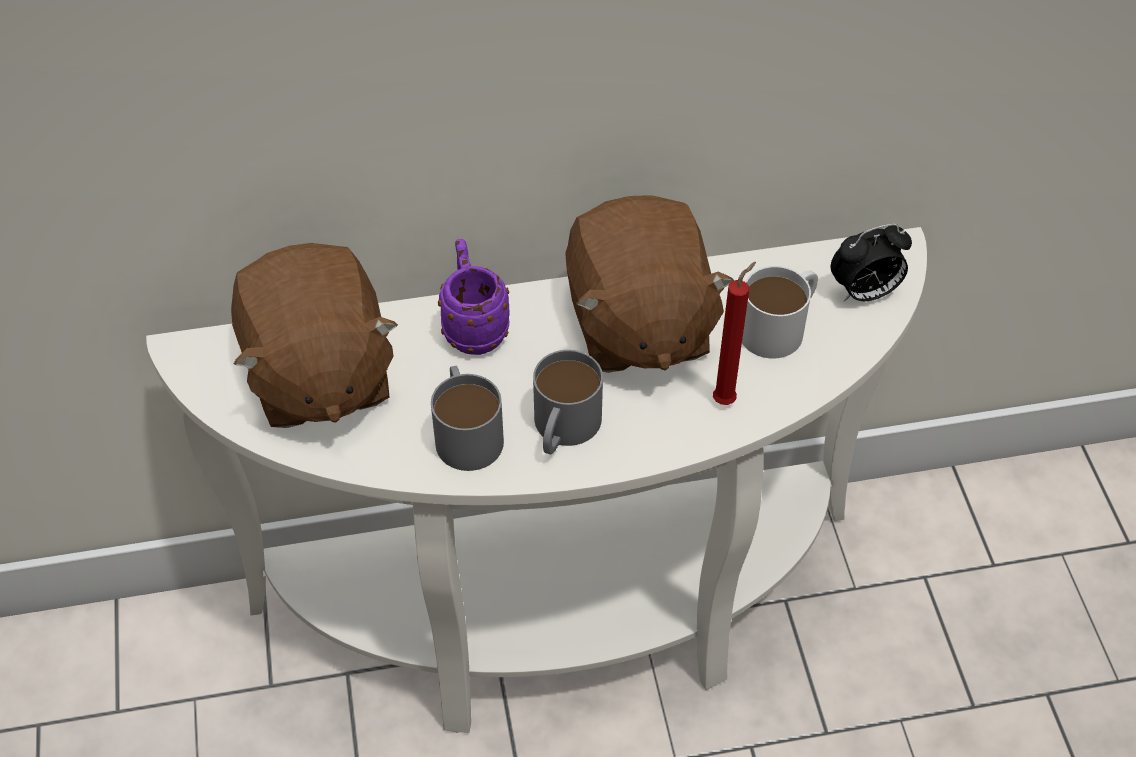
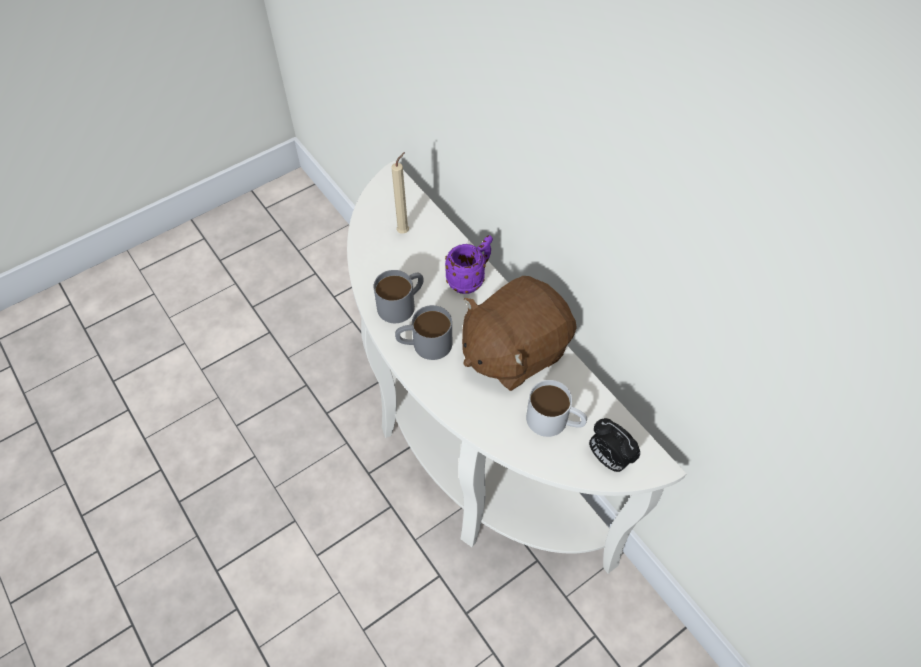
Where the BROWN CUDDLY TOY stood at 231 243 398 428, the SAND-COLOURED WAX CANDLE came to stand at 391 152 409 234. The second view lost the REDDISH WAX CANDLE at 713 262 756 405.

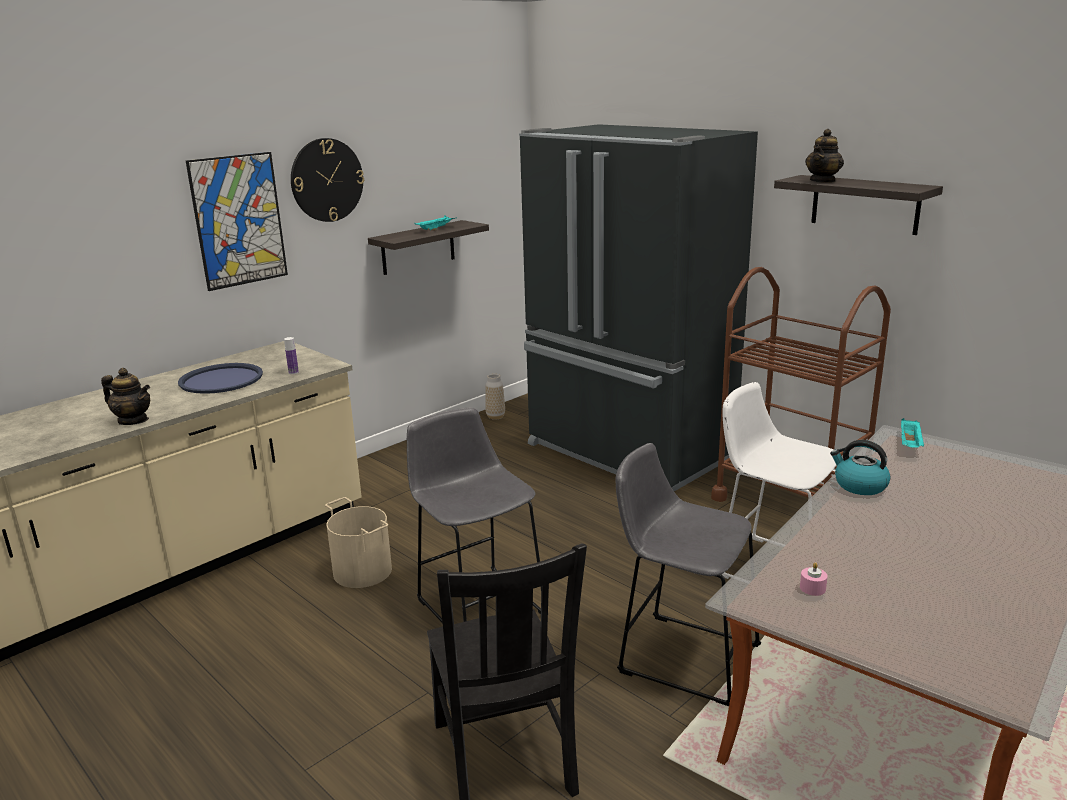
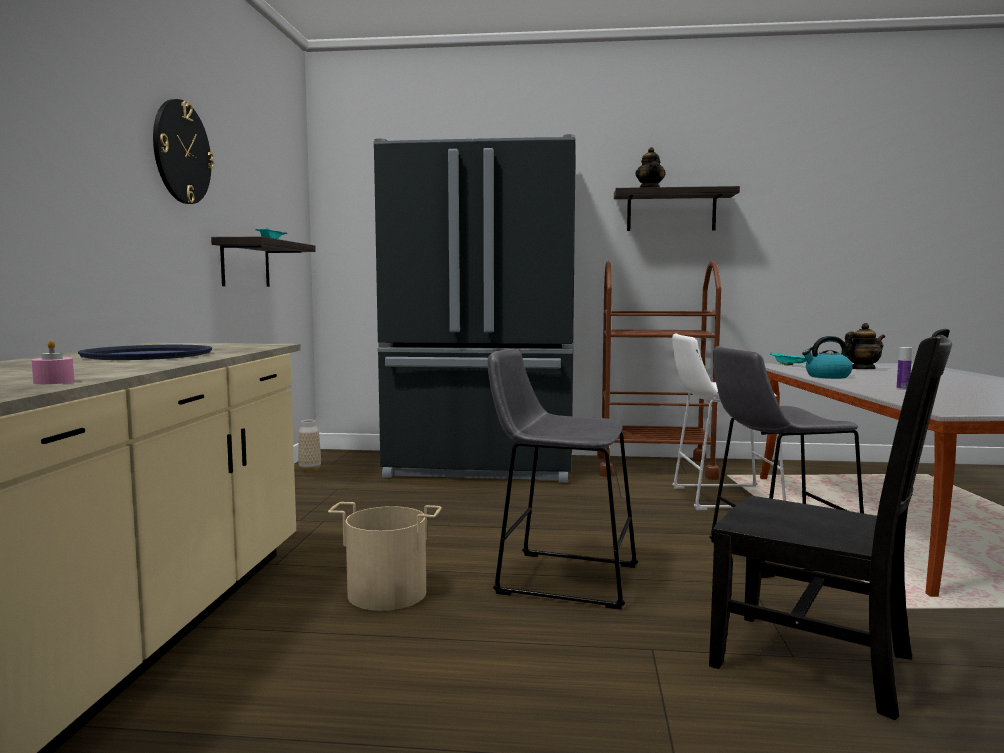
The PINK WAX CANDLE ended up elsewhere, having gone from 800 562 828 596 to 32 340 74 384. The TEA POT ended up elsewhere, having gone from 101 368 150 425 to 845 323 885 369. The BEVERAGE BOTTLE ended up elsewhere, having gone from 284 337 299 374 to 896 347 912 390. The second view lost the WALL PICTURE at 186 152 288 291.

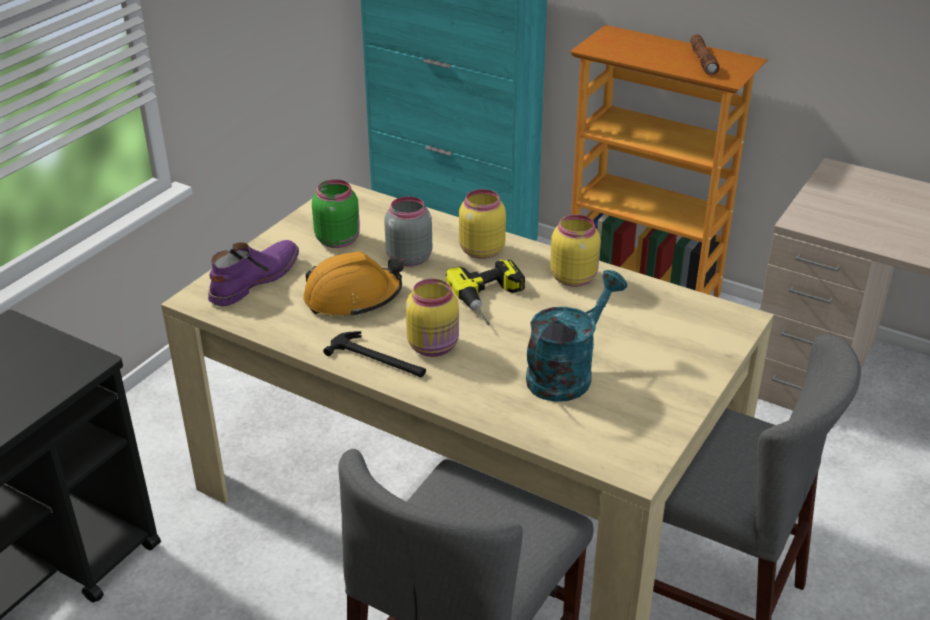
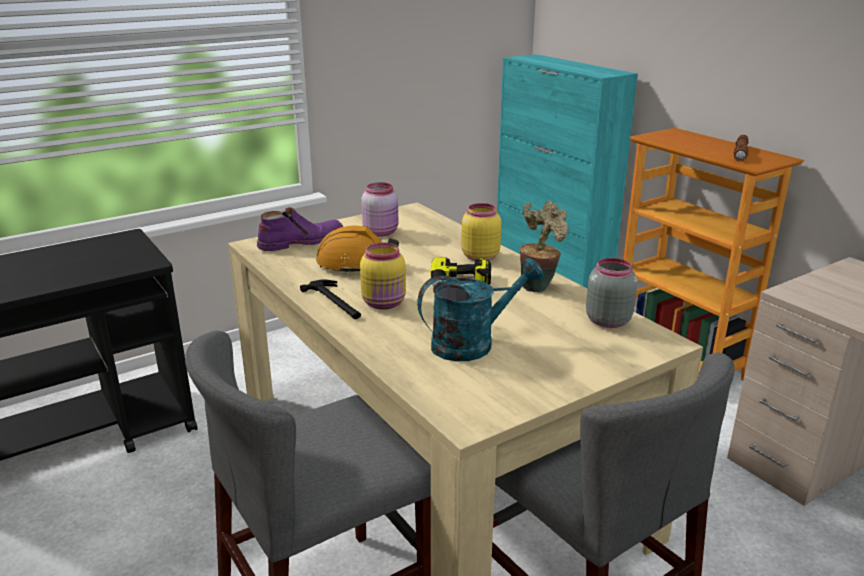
What was the GREENISH JAR at 312 179 360 248 turned into the PINK JAR at 361 182 398 237. Where the YELLOW-COLOURED JAR stood at 550 215 600 287, the HOUSEPLANT came to stand at 520 200 568 292. The GREY JAR ended up elsewhere, having gone from 384 196 432 267 to 586 258 637 328.

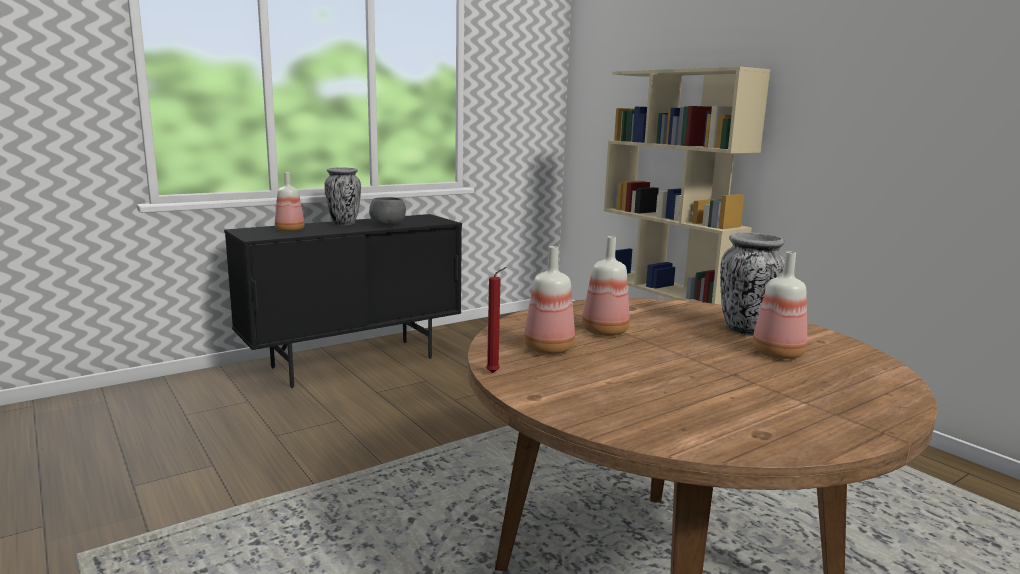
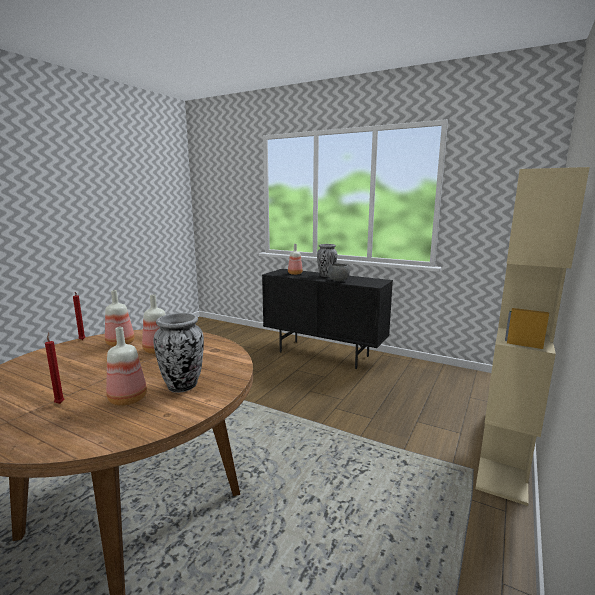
The second view gained the REDDISH WAX CANDLE at 45 333 65 404.

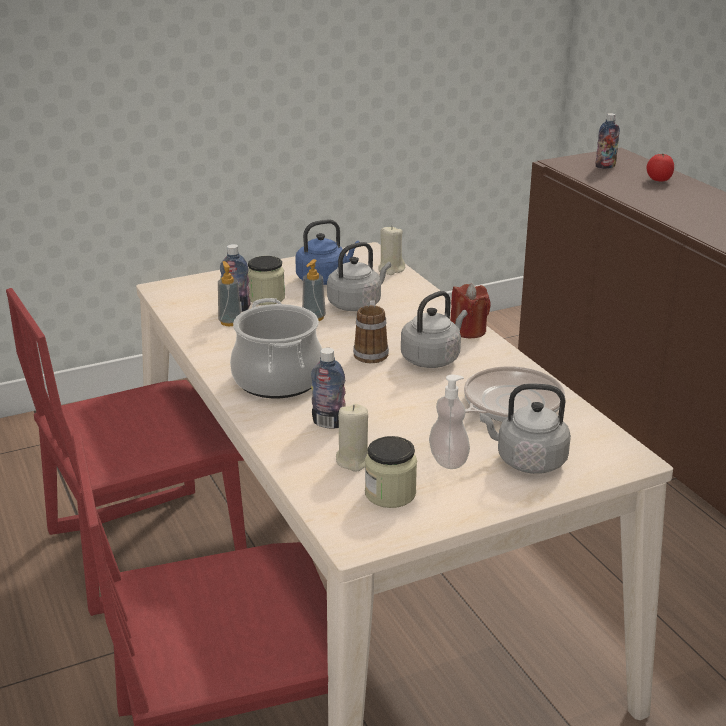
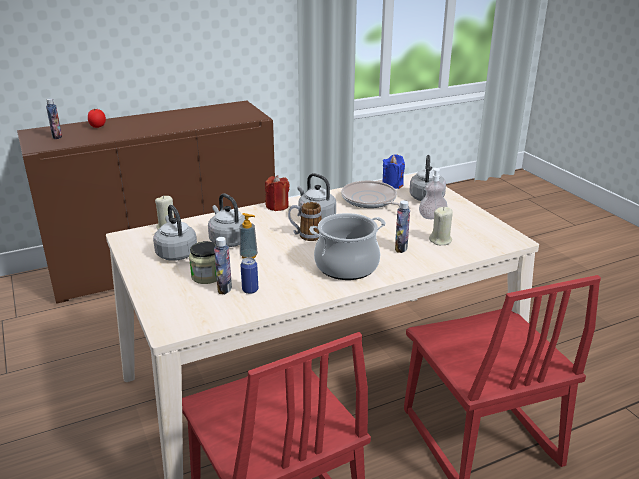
What was the BLUISH WATER KETTLE at 295 219 359 285 turned into the GREY WATER KETTLE at 153 205 197 261. Where the SOAP DISPENSER stood at 218 261 241 326, the CAN came to stand at 240 257 258 294. The second view gained the BLUISH WAX CANDLE at 382 154 405 189. The second view lost the JAR at 365 436 417 508.

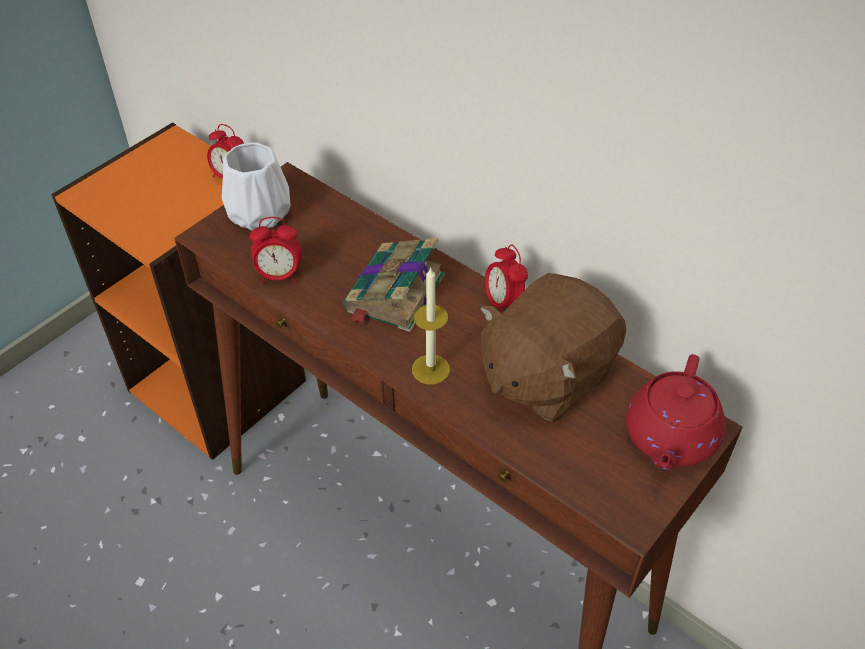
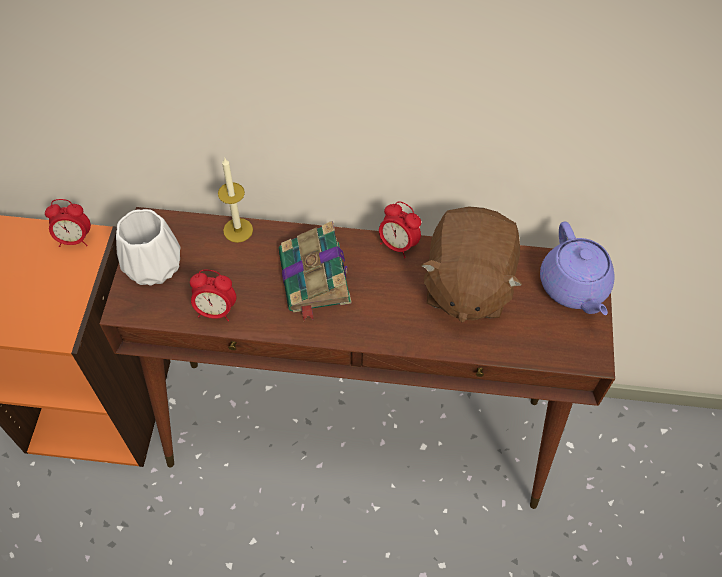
The TABLE CLOCK at 250 217 302 284 ended up facing another way, 45 degrees clockwise from before. The WAX CANDLE ended up elsewhere, having gone from 412 267 450 385 to 218 157 253 243. What was the REDDISH TEA POT at 626 354 725 470 turned into the PURPLISH TEA POT at 540 222 614 315.

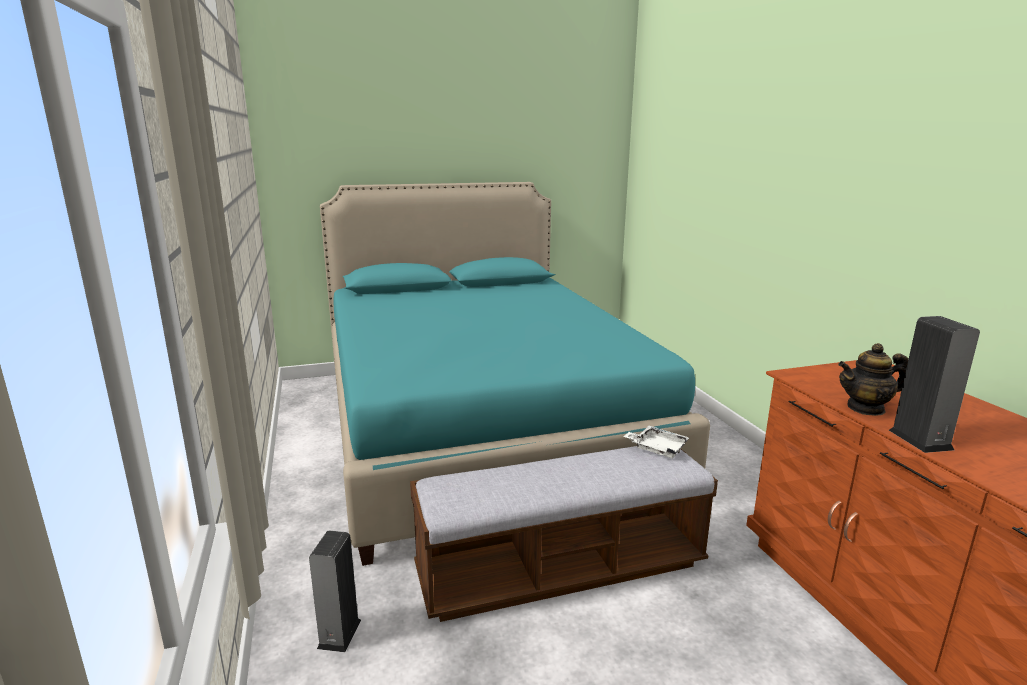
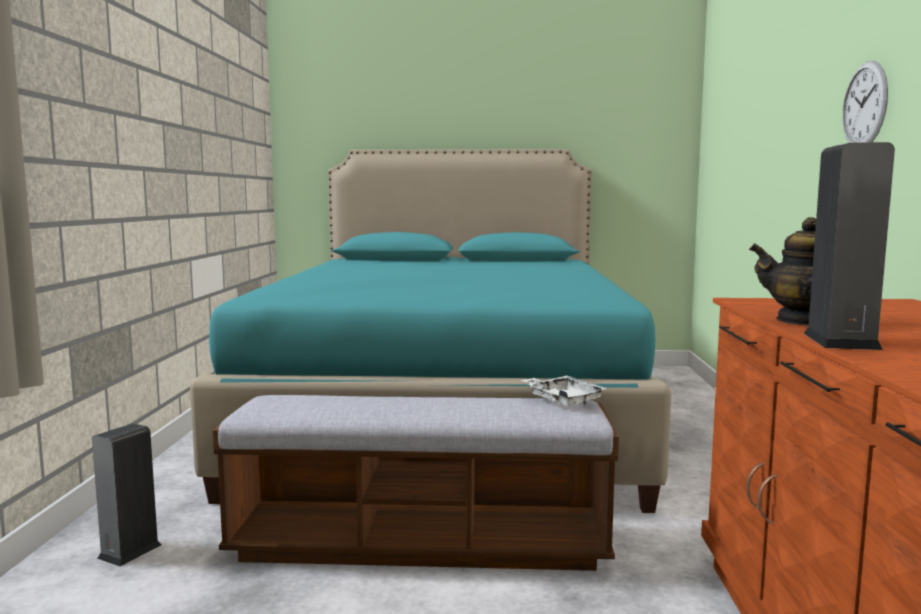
The second view gained the HANGING CLOCK at 842 61 888 143.

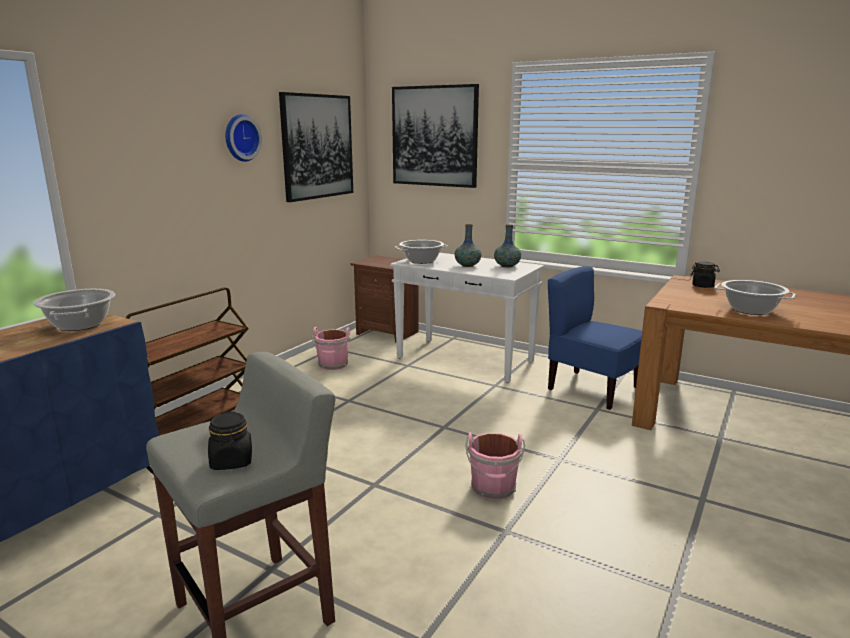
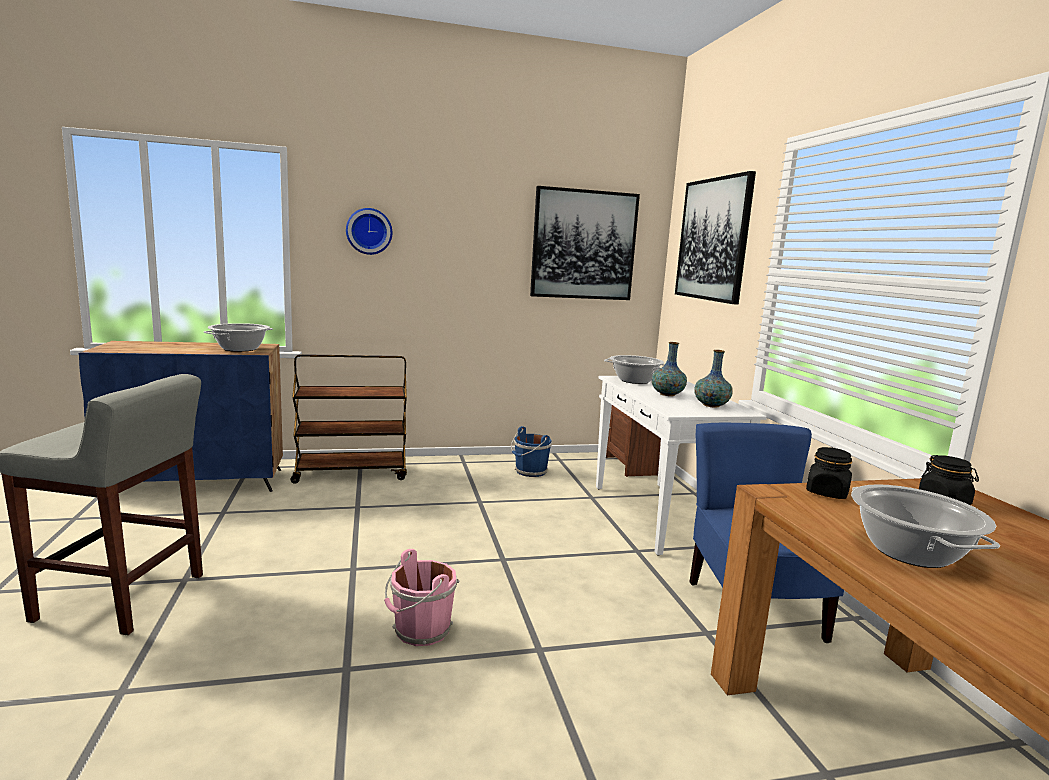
The HANGING CLOCK ended up elsewhere, having gone from 226 114 262 162 to 346 208 392 255. What was the PINK BUCKET at 312 327 351 370 turned into the BLUISH BUCKET at 511 426 552 477. The BLACK-COLOURED JAR ended up elsewhere, having gone from 208 411 252 470 to 806 447 852 499.

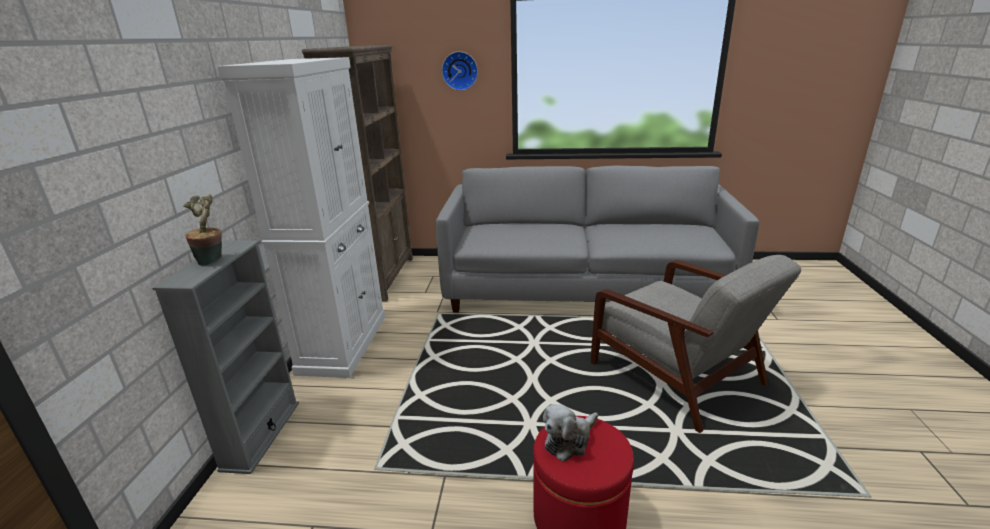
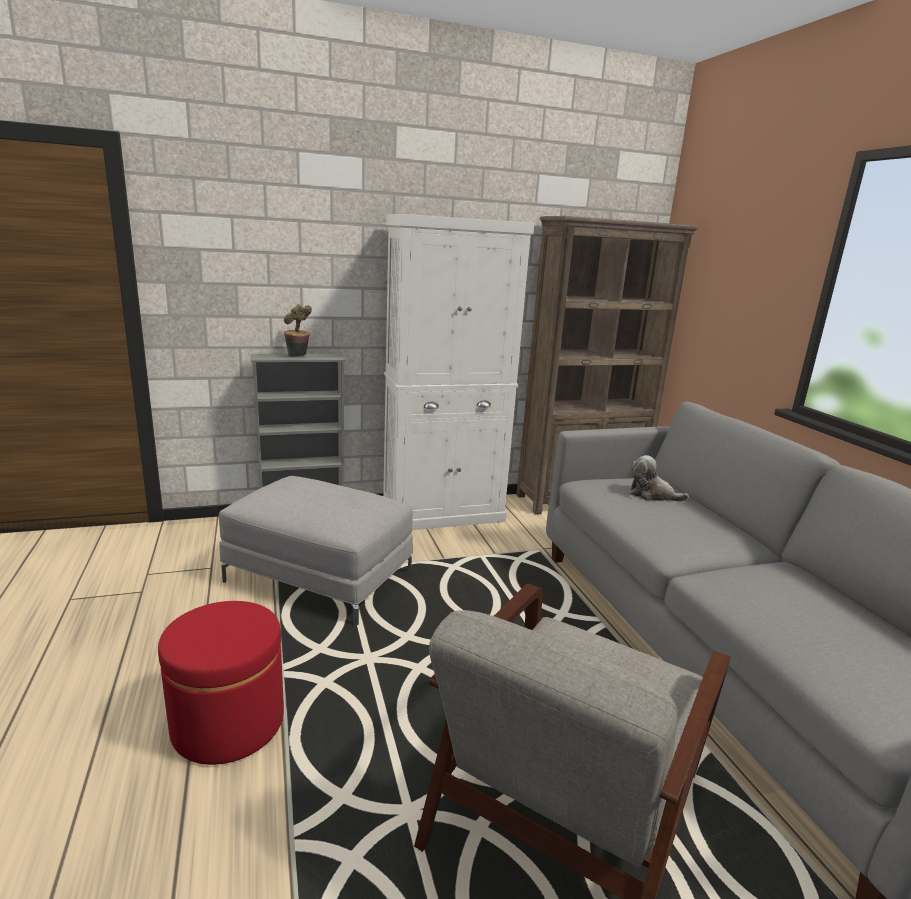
The second view gained the GREY POUFFE at 219 476 413 625. The CUDDLY TOY ended up elsewhere, having gone from 543 404 598 462 to 629 455 689 502. The second view lost the HANGING CLOCK at 442 51 478 91.

